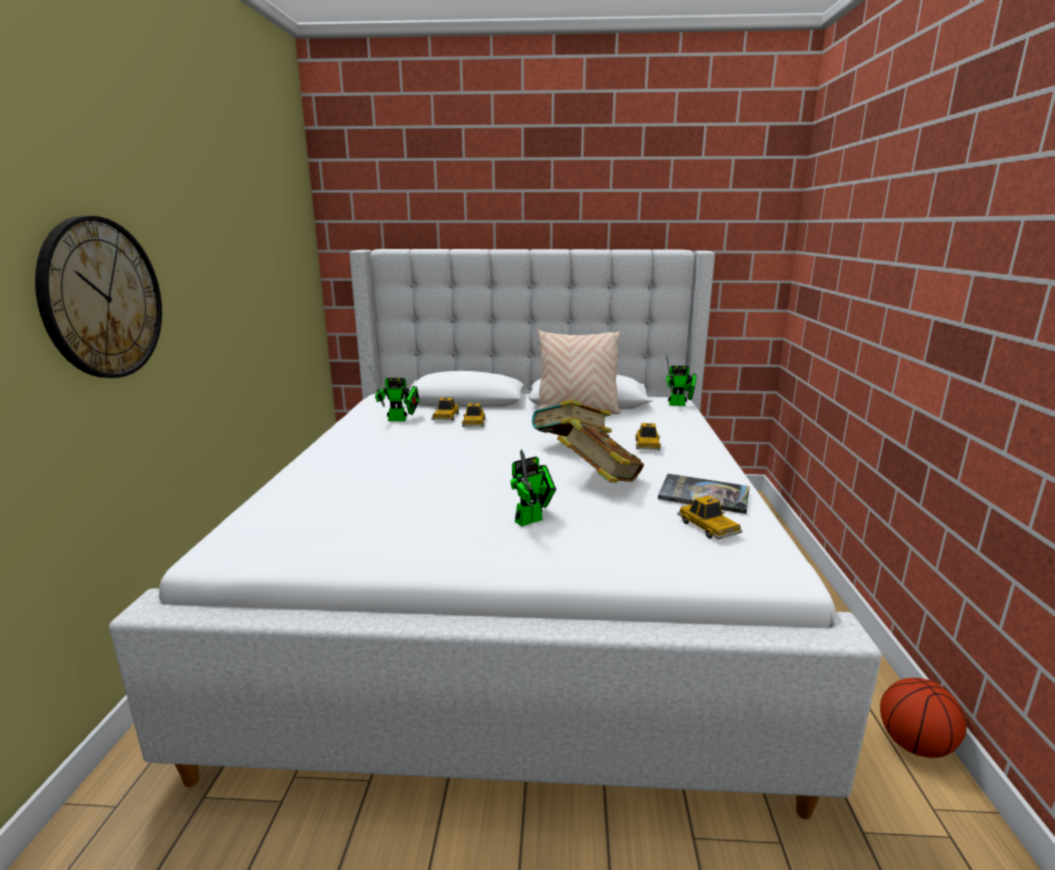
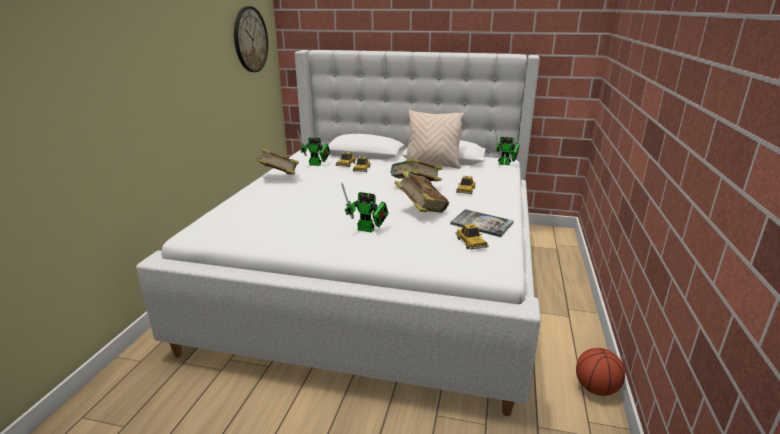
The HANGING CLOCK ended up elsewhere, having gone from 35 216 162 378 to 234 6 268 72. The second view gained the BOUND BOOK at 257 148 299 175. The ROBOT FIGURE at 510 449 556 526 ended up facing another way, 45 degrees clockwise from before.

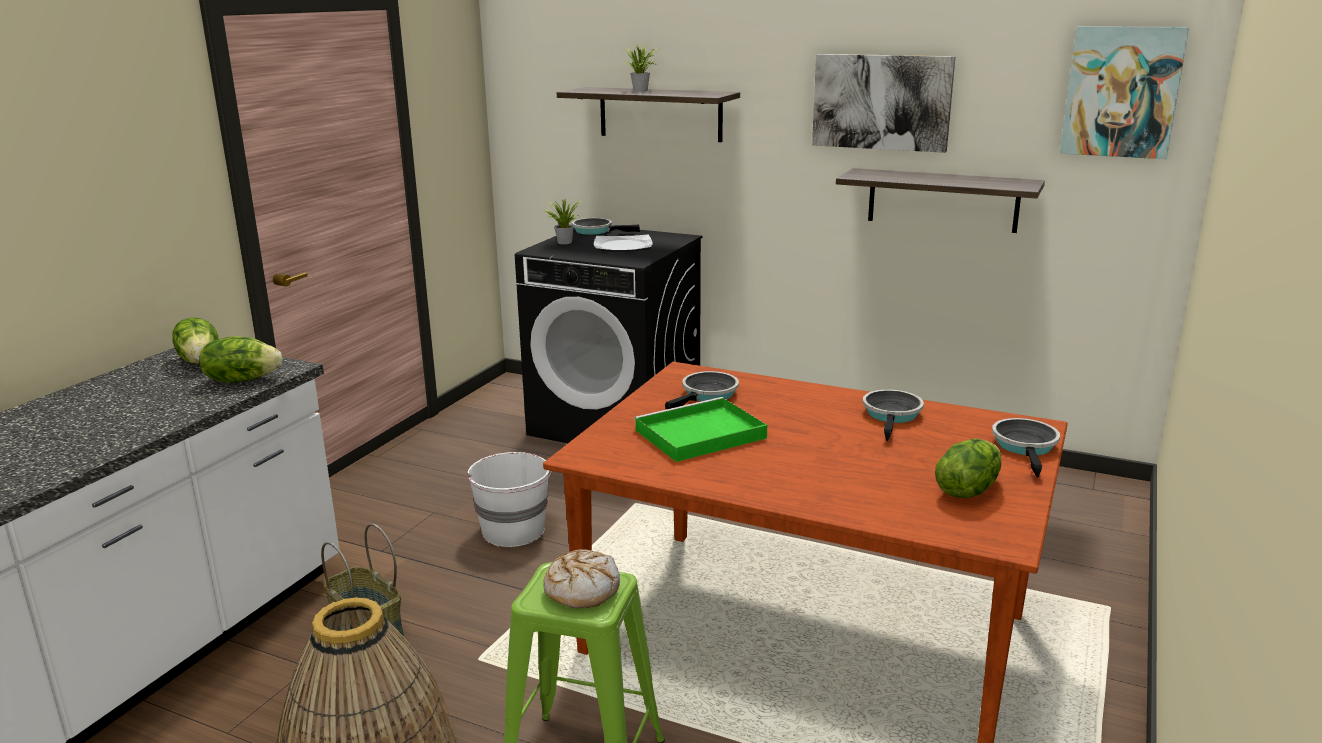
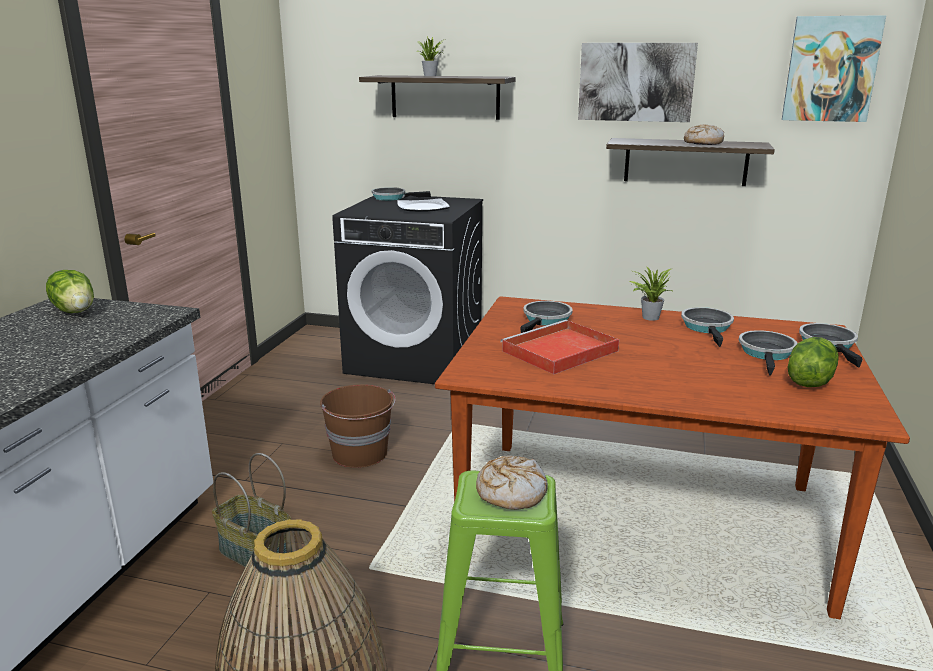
What was the WHITE-COLOURED BUCKET at 467 452 552 547 turned into the BROWN BUCKET at 320 384 395 468. What was the GREENISH CARRYING TRAY at 634 397 767 462 turned into the REDDISH CARRYING TRAY at 500 320 619 374. The HOUSEPLANT ended up elsewhere, having gone from 544 199 582 244 to 629 266 673 321. The second view gained the BAKED BREAD at 684 124 724 145. The second view gained the PAN at 739 330 798 376. The second view lost the HEAD OF LETTUCE at 199 336 282 383.

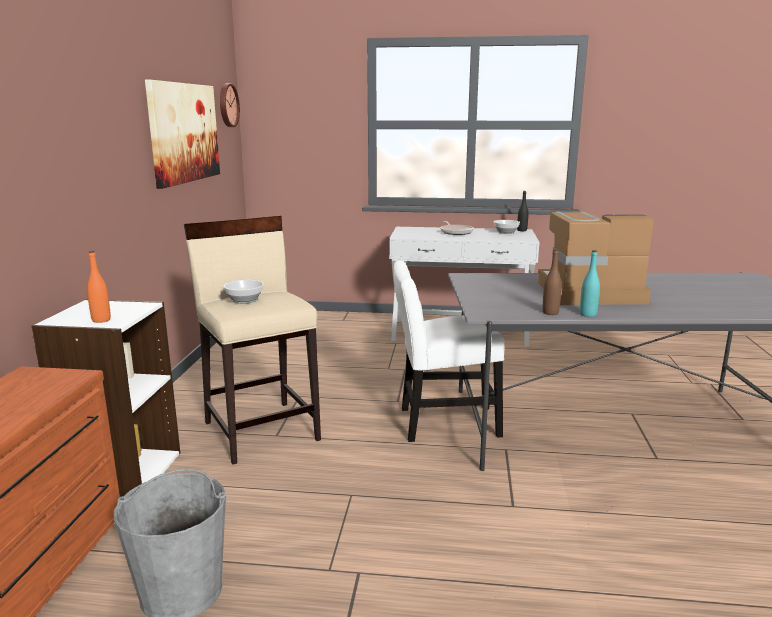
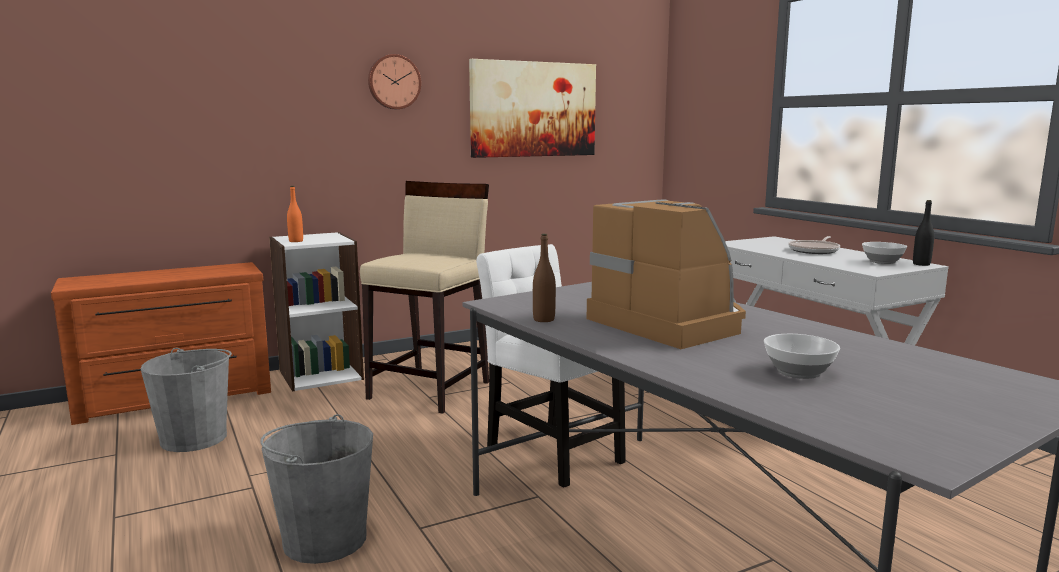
The second view gained the GREY BUCKET at 260 414 373 564. The HANGING CLOCK ended up elsewhere, having gone from 220 84 240 127 to 368 54 421 109. The BOWL ended up elsewhere, having gone from 224 280 264 304 to 764 334 840 379. The second view lost the TURQUOISE-COLOURED BEVERAGE BOTTLE at 580 250 600 317.

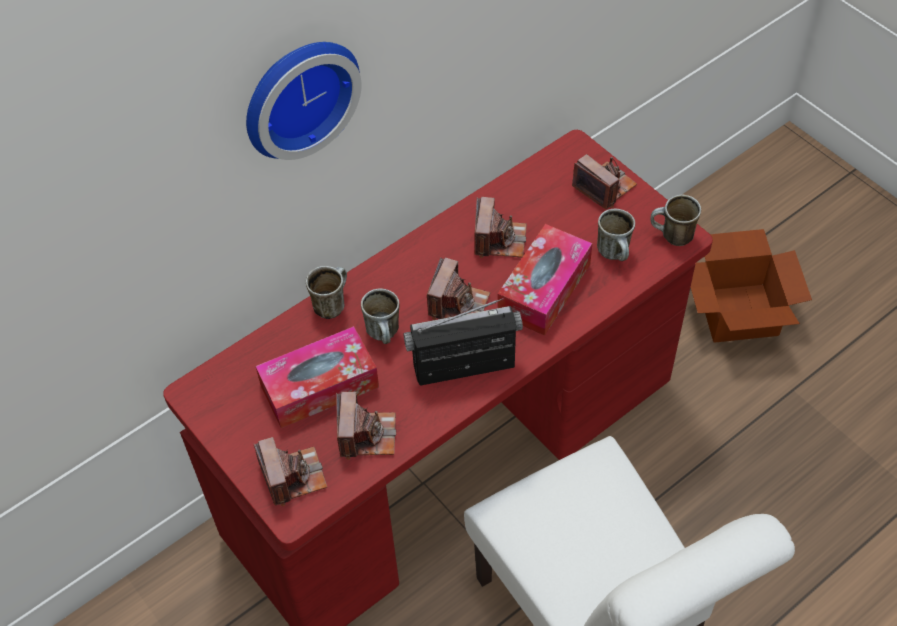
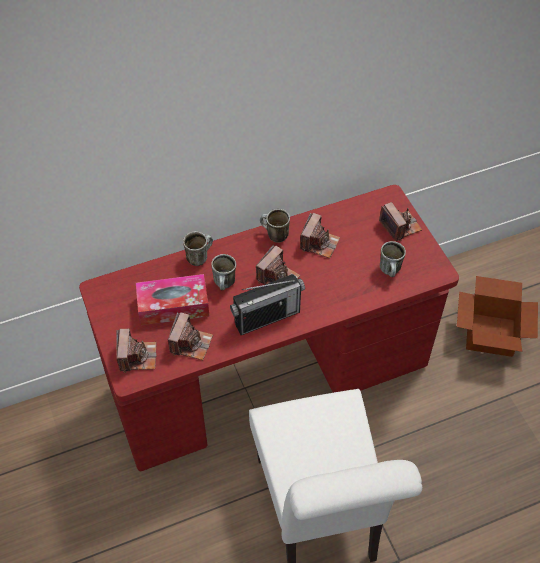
The RADIO RECEIVER at 403 298 523 386 ended up facing another way, 150 degrees clockwise from before. The TEA MUG ended up elsewhere, having gone from 650 195 701 246 to 260 209 290 243. The second view lost the HANGING CLOCK at 246 42 361 160. The second view lost the BOX OF TISSUES at 497 224 593 336.

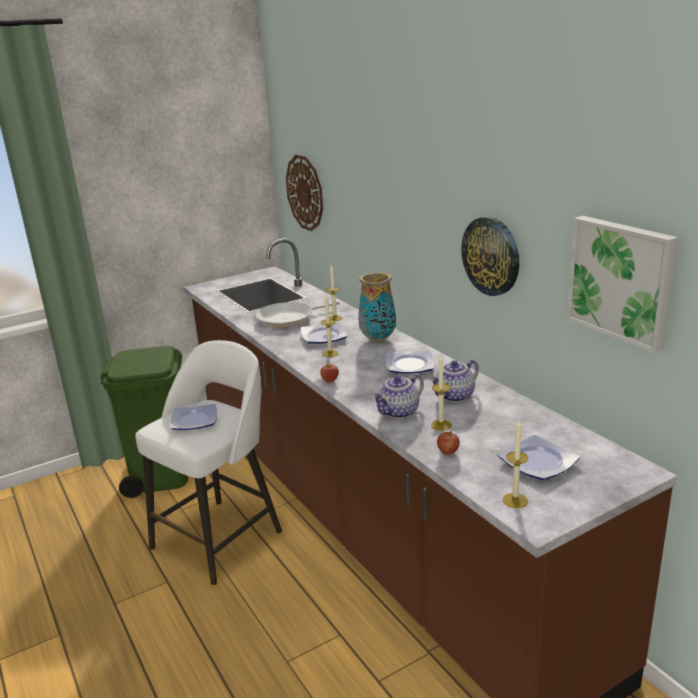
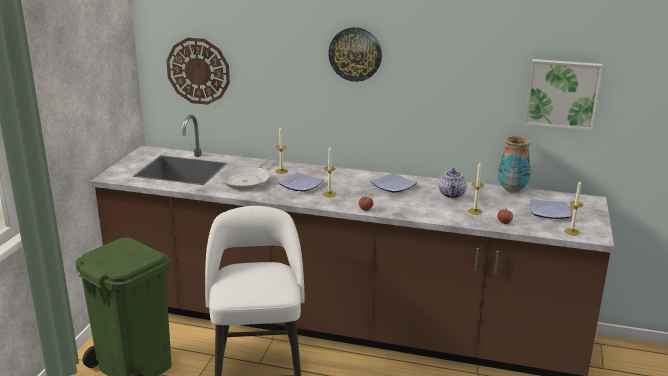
The HANGING CLOCK ended up elsewhere, having gone from 461 217 519 296 to 328 27 382 82. The FLOWER VASE ended up elsewhere, having gone from 358 272 396 342 to 498 135 532 193. The second view lost the FLAT DISH at 170 404 217 430. The second view lost the TEA POT at 372 374 424 419.

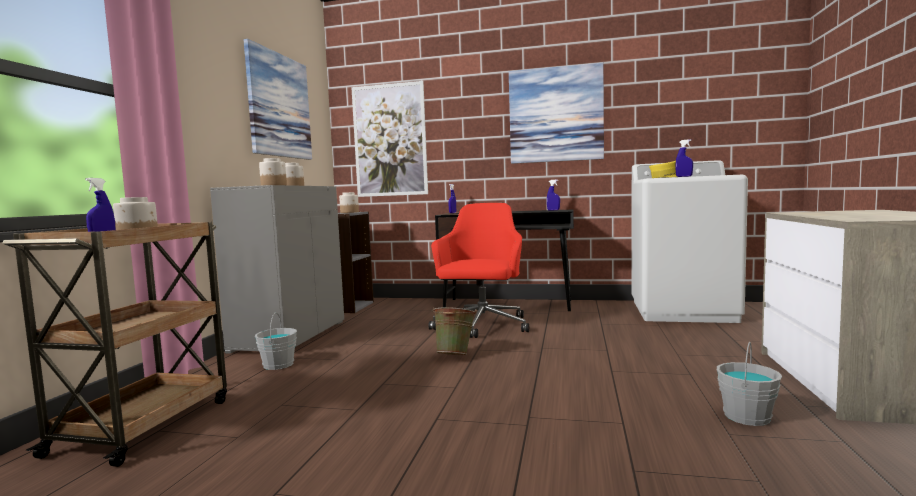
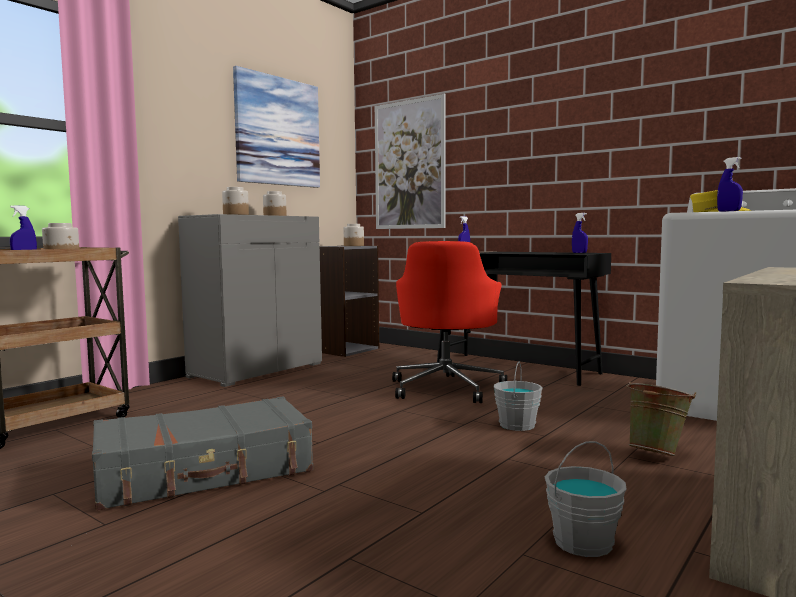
The second view gained the GREY PIECE OF LUGGAGE at 92 396 313 510. The REDDISH DESK CHAIR at 428 203 529 338 ended up facing another way, 150 degrees clockwise from before. The GREY BUCKET ended up elsewhere, having gone from 255 312 297 370 to 493 362 543 431. The GREENISH BUCKET ended up elsewhere, having gone from 432 307 477 355 to 626 382 696 456. The second view lost the WALL PICTURE at 509 63 604 164.

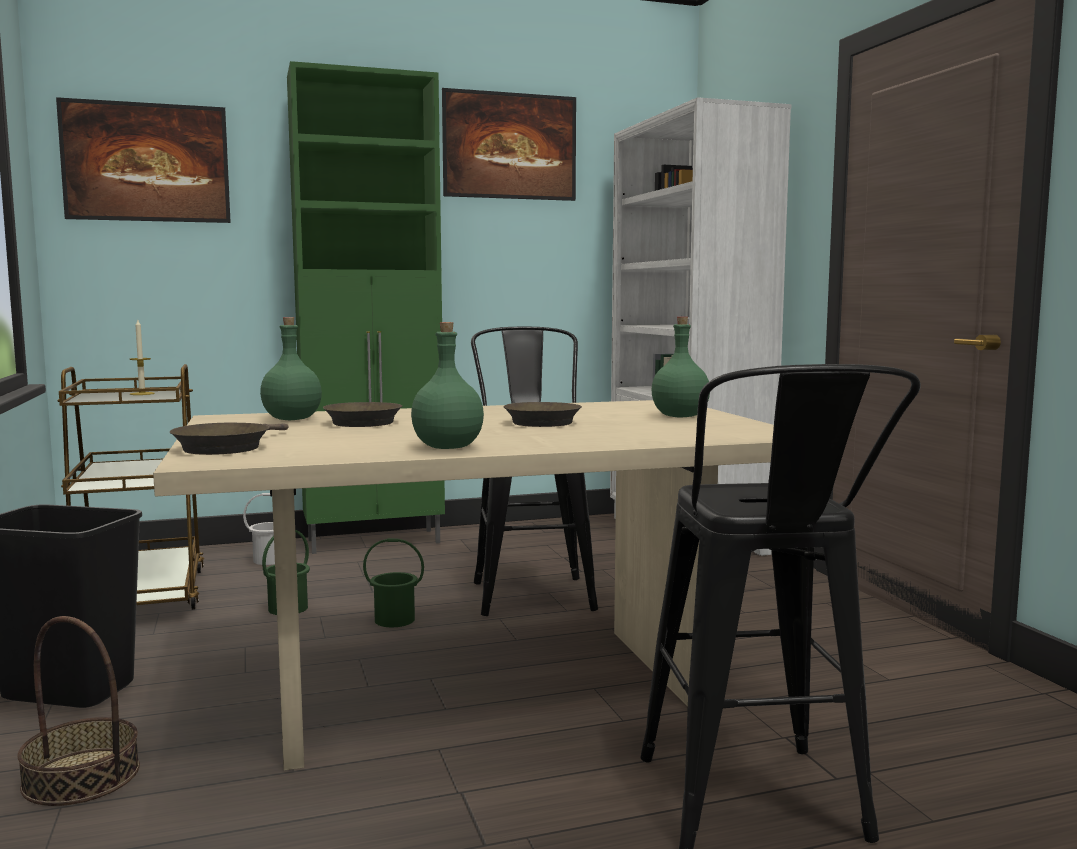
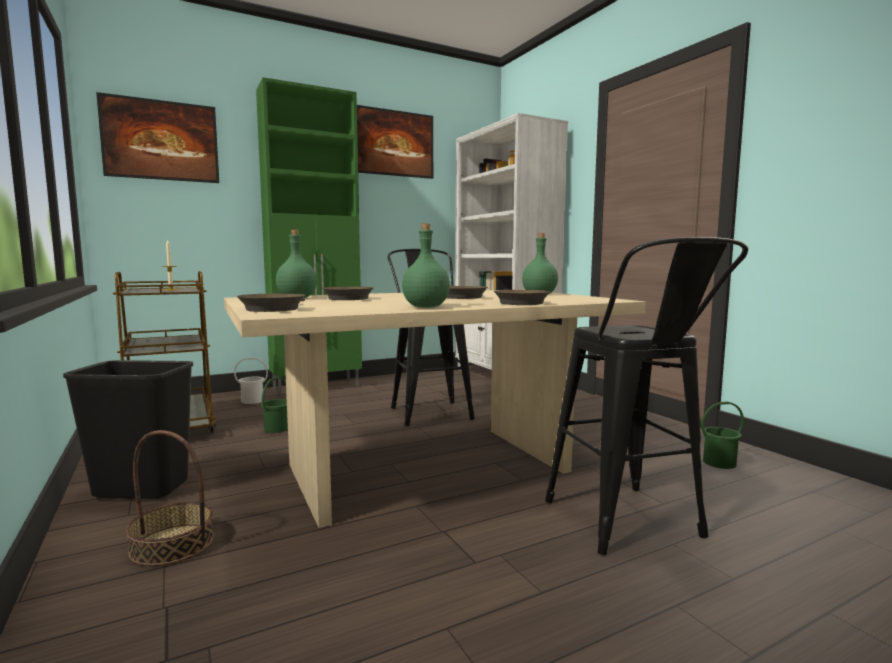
The second view gained the BROWN PAN at 494 290 550 305. The GREENISH BUCKET ended up elsewhere, having gone from 363 538 424 627 to 701 402 744 469.

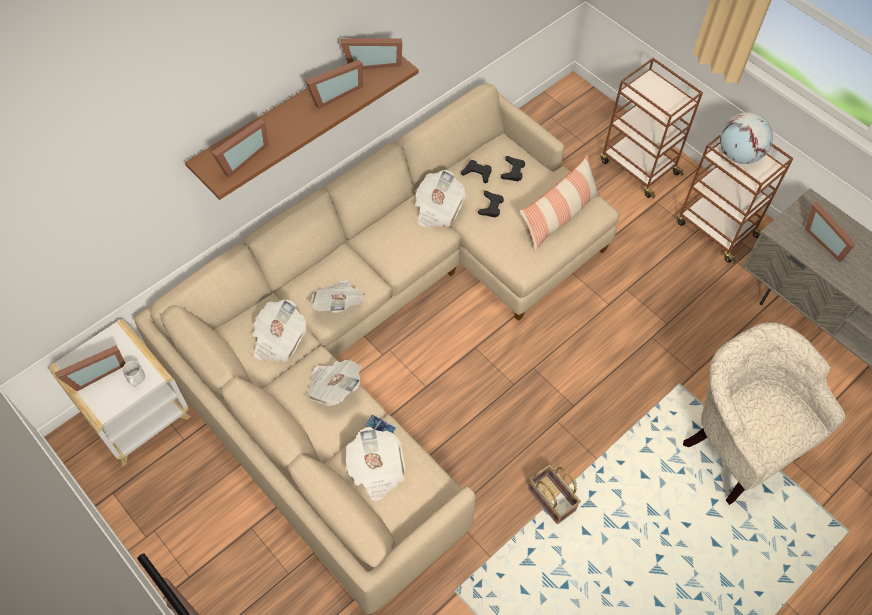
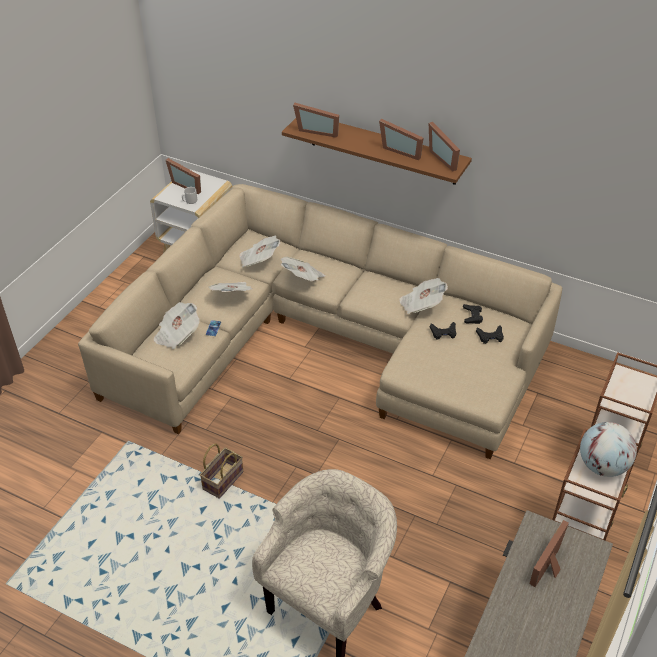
The second view lost the PILLOW at 519 155 600 251.

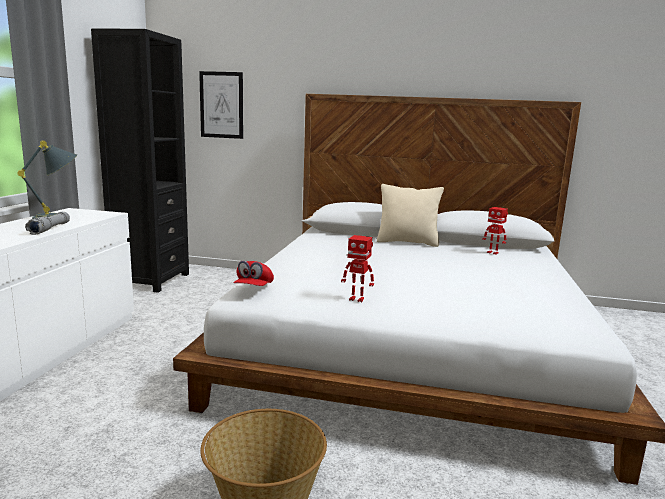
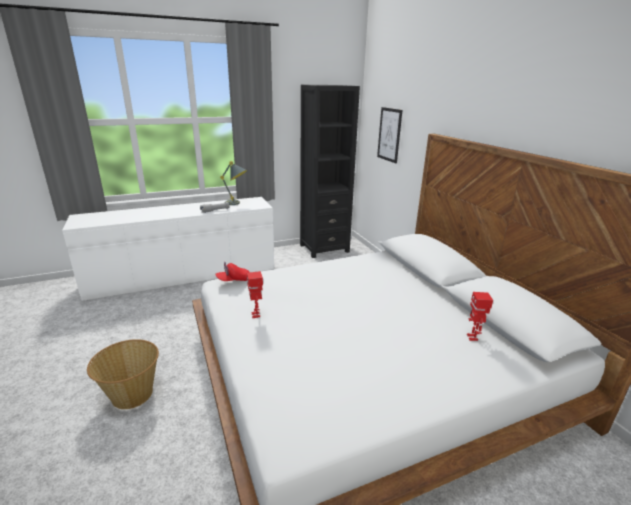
The second view lost the SAND-COLOURED PILLOW at 377 184 444 247.

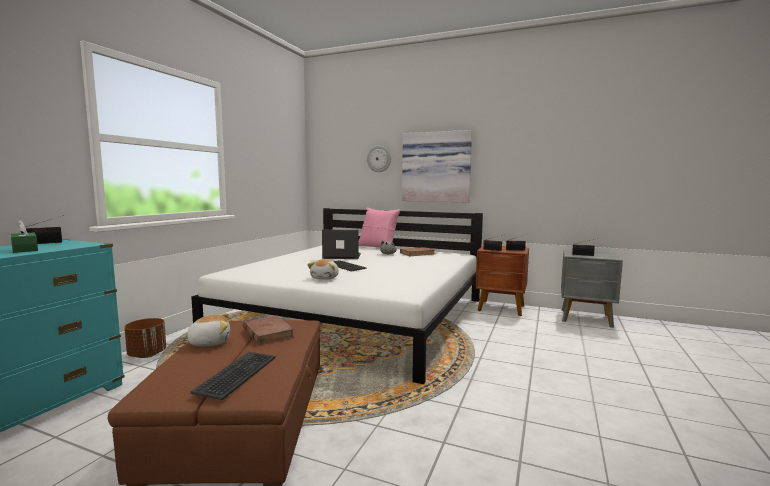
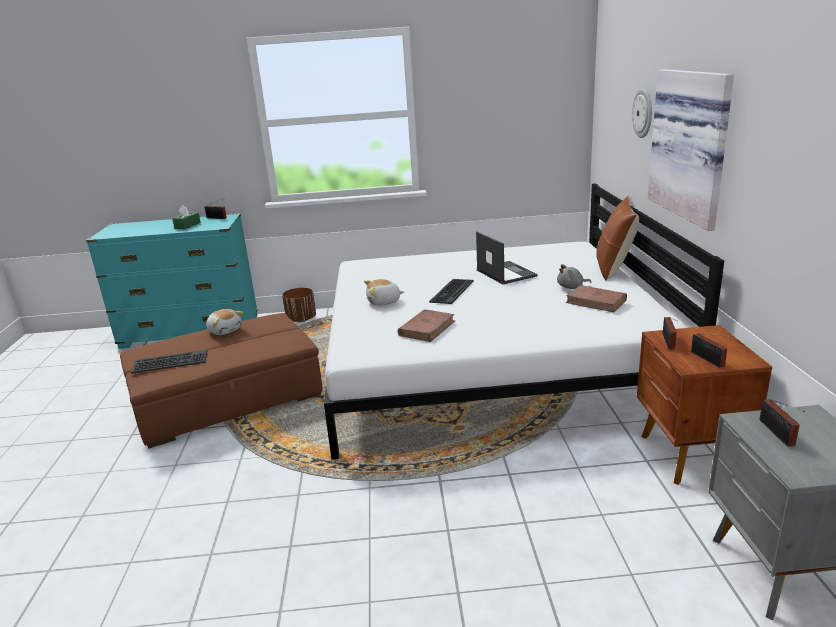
The BROWN BOUND BOOK ended up elsewhere, having gone from 243 315 294 345 to 398 309 456 342. What was the PINK PILLOW at 358 208 401 248 turned into the BROWN PILLOW at 596 196 639 280.

